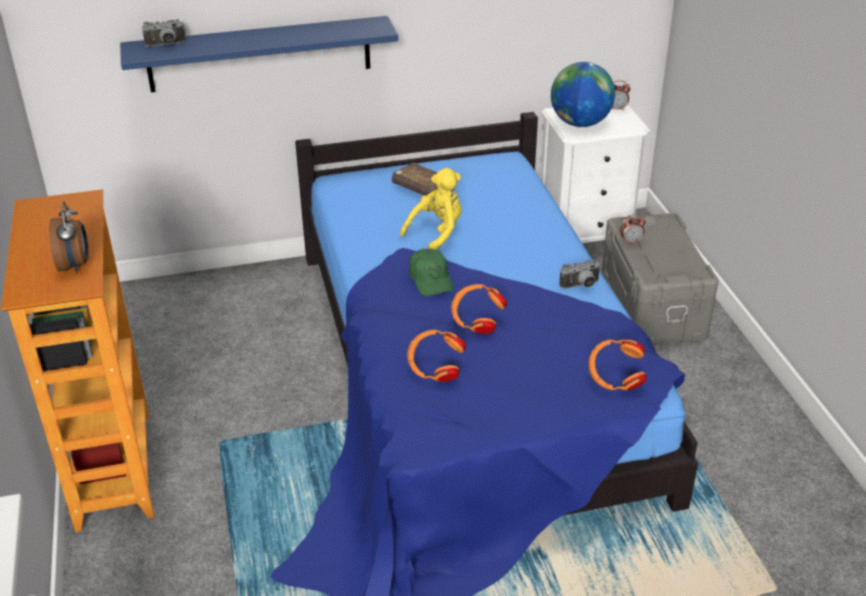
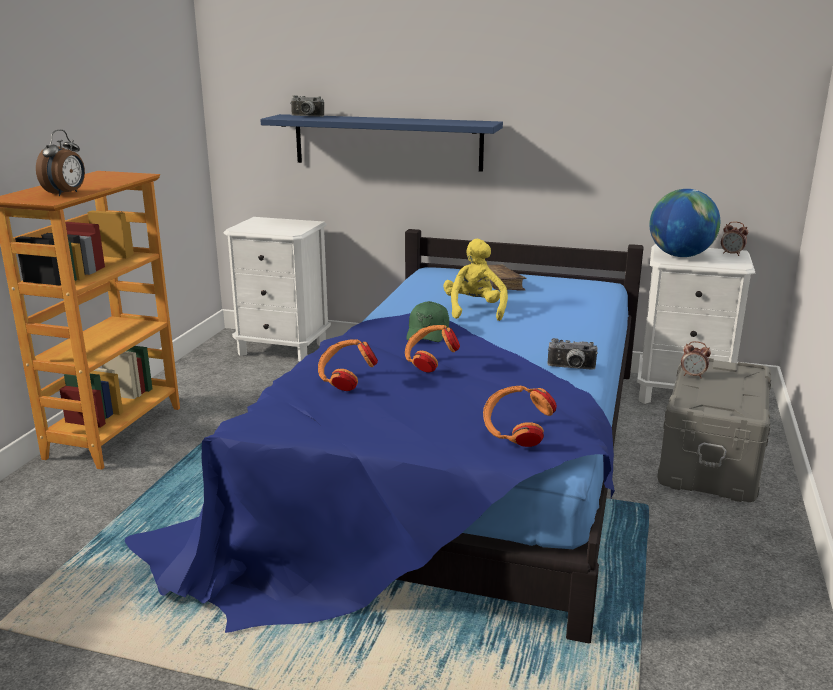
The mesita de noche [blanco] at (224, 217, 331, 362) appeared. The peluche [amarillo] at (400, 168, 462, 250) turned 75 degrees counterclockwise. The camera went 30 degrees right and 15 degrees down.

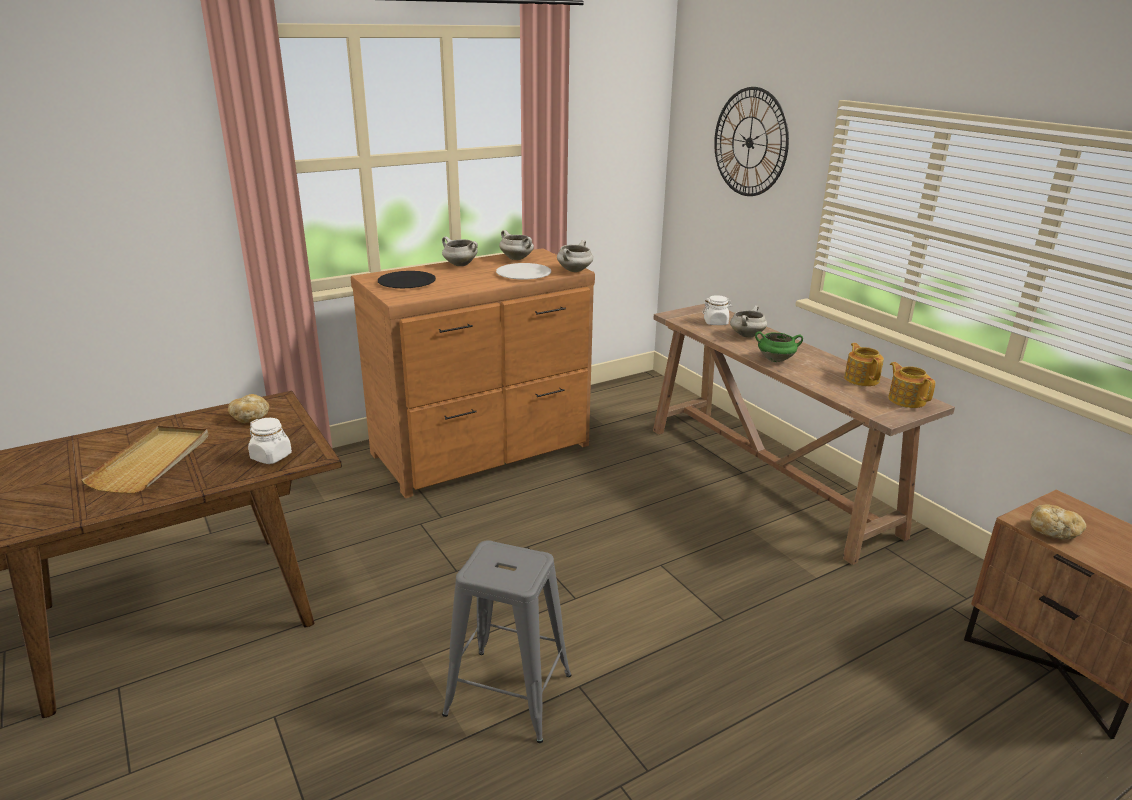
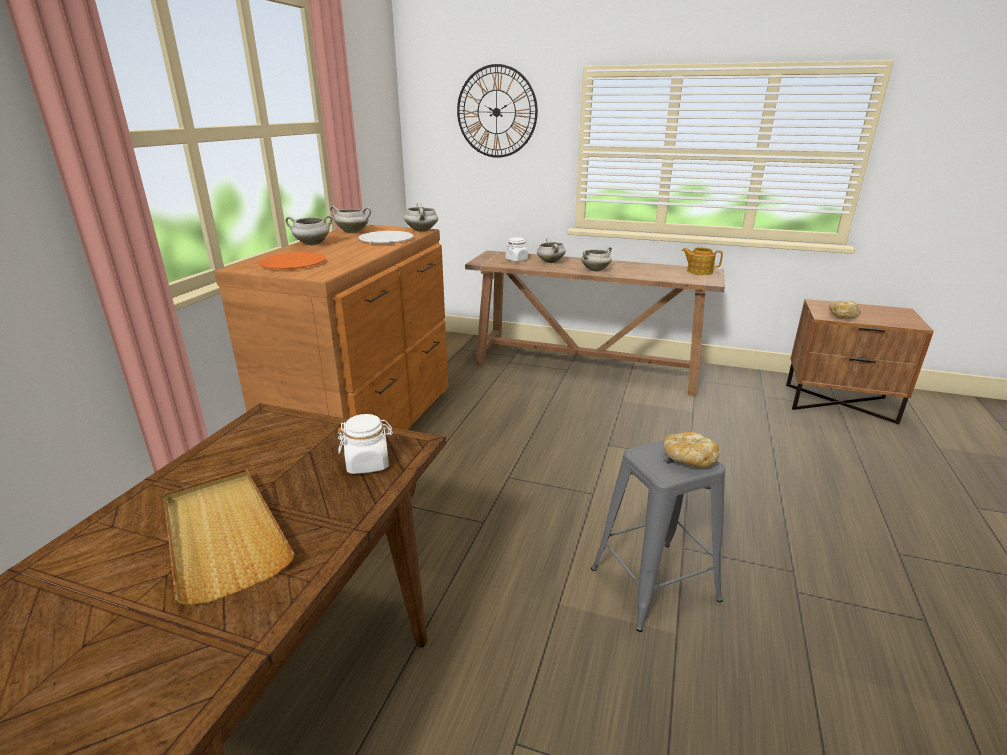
The plato [negro] at (378, 271, 436, 288) became the plato [naranja] at (259, 252, 326, 269). The olla [verde] at (755, 331, 803, 362) became the olla [blanco] at (581, 247, 612, 272). The pan moved from (228, 394, 269, 423) to (663, 432, 720, 468). The tetera at (844, 343, 884, 386) disappeared. The camera went 40 degrees left and 0 degrees up.

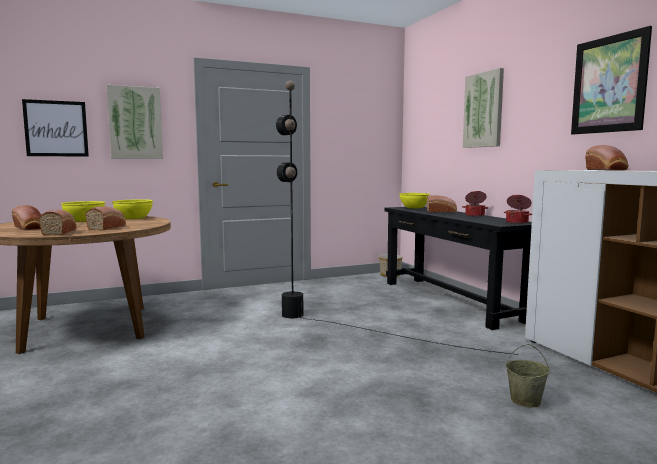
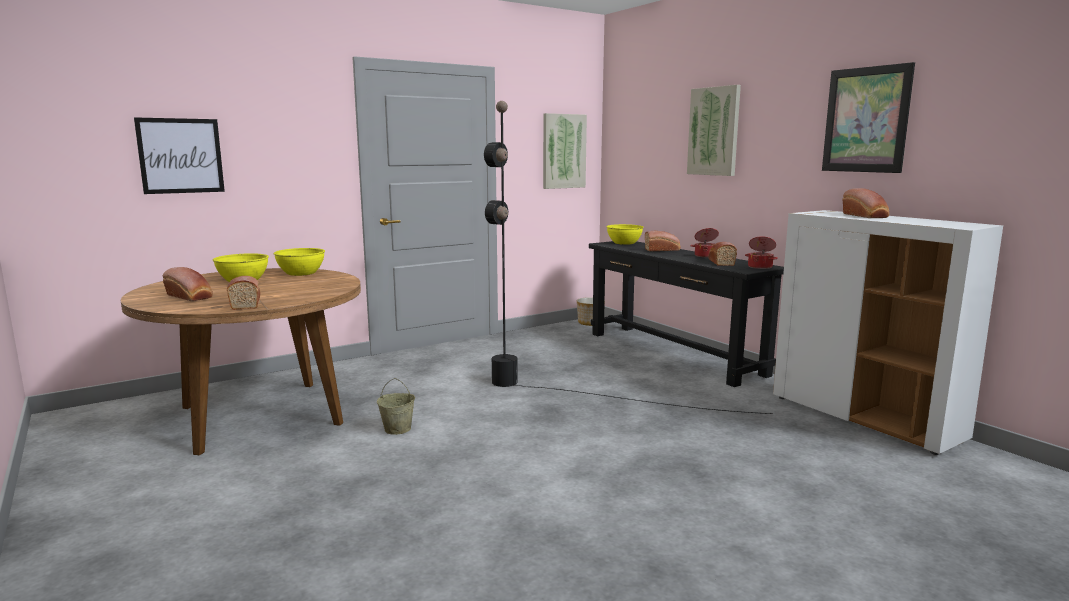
The cubo [beis] moved from (506, 344, 550, 408) to (377, 378, 415, 435). The cuadro moved from (107, 85, 163, 159) to (543, 113, 587, 189). The pan moved from (85, 207, 126, 231) to (708, 242, 737, 266). The camera went 10 degrees left and 5 degrees up.

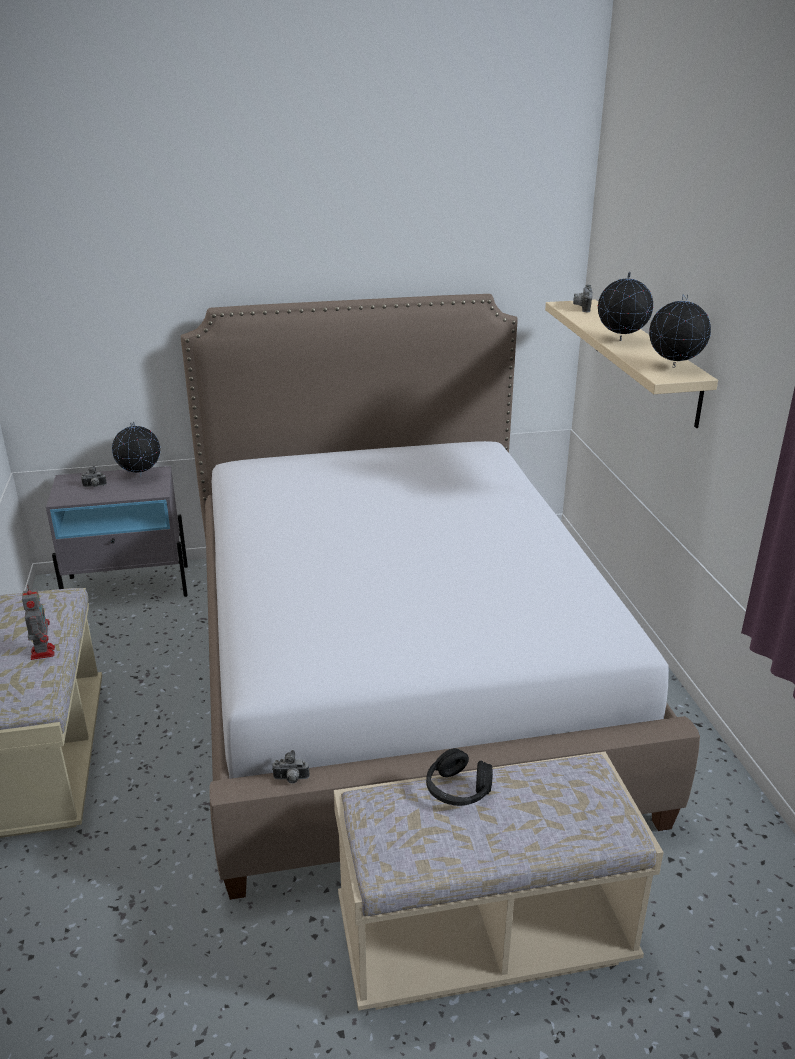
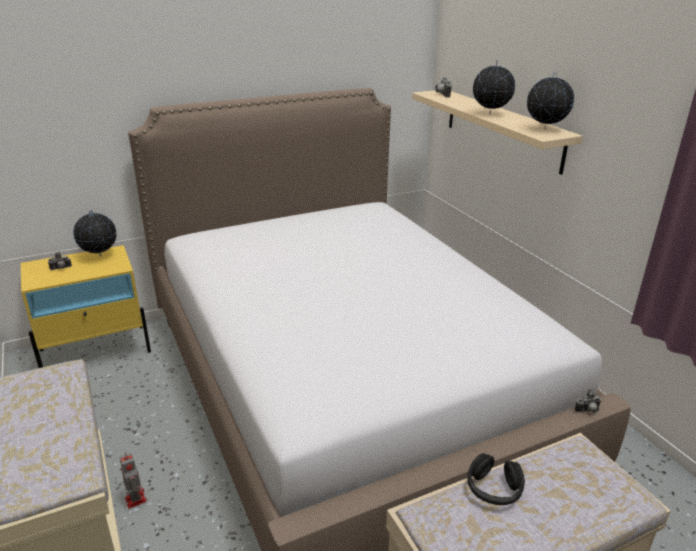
The mesita de noche [gris] at (46, 466, 188, 597) became the mesita de noche [amarillo] at (21, 245, 151, 368). The robot de juguete moved from (22, 585, 55, 660) to (120, 452, 147, 509). The cámara moved from (272, 750, 310, 784) to (574, 389, 601, 413). The camera went 15 degrees left and 0 degrees up.

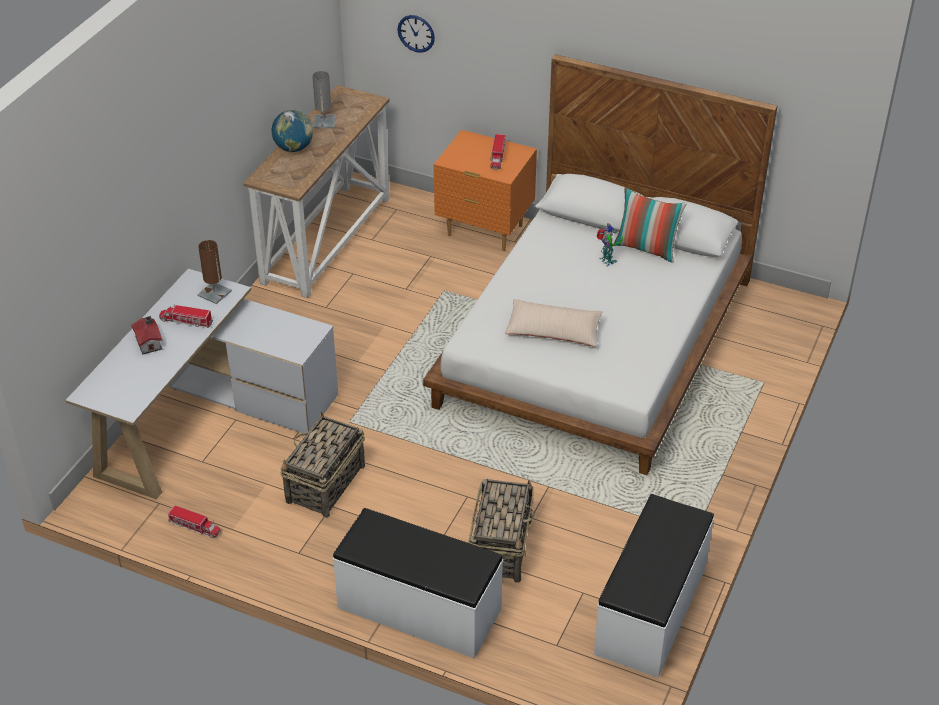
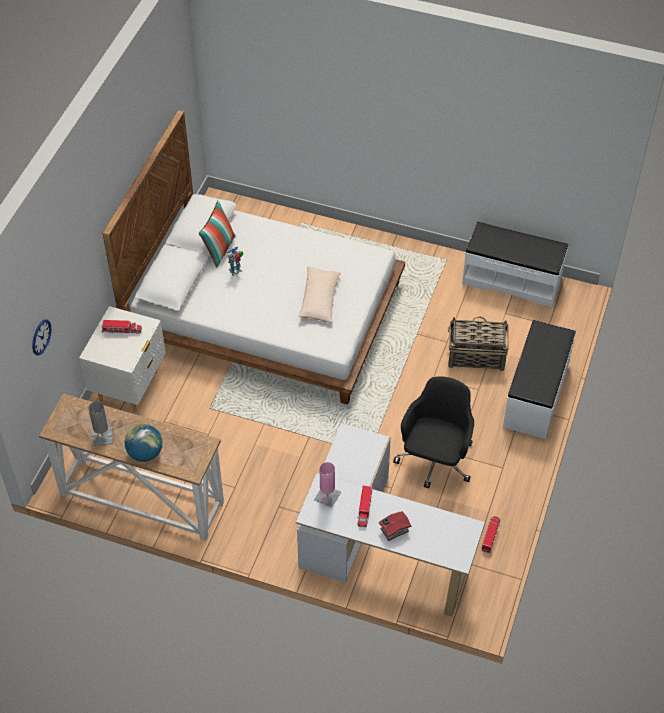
The mesita de noche [naranja] at (434, 130, 537, 251) became the mesita de noche [blanco] at (79, 306, 166, 412). The lámpara de mesa [marrón] at (197, 240, 232, 304) became the lámpara de mesa [rosa] at (314, 462, 341, 508). The cesta at (280, 411, 365, 518) was replaced by the silla de oficina [negro] at (393, 376, 474, 488). The camera went 95 degrees left and 10 degrees up.

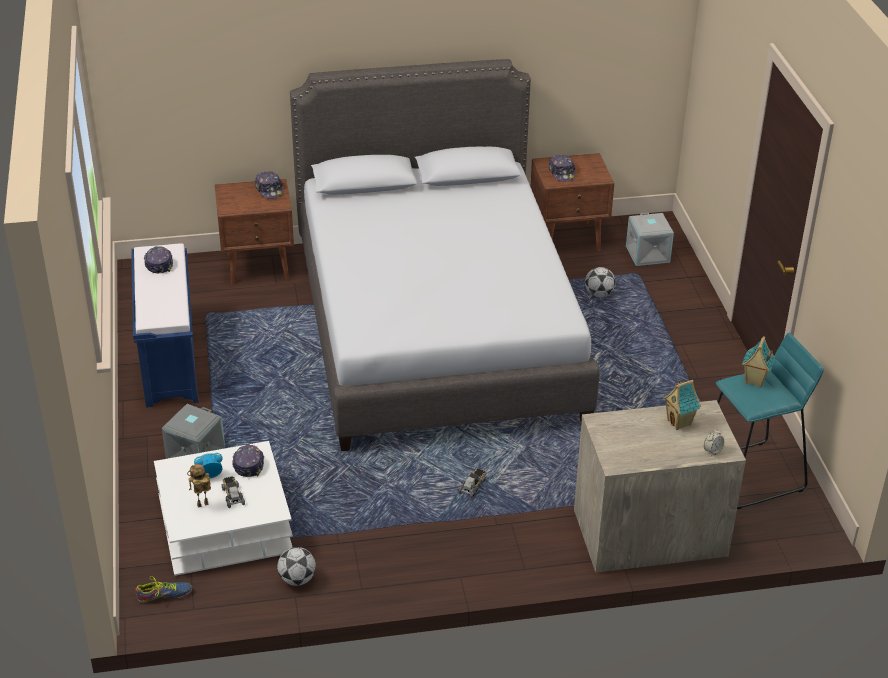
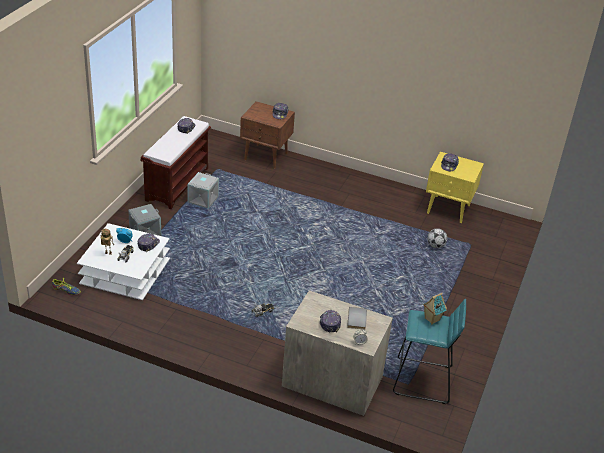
The banco [azul] at (131, 243, 198, 408) became the banco [marrón] at (141, 116, 211, 209). The caja de almacenaje [gris] moved from (626, 213, 674, 266) to (187, 172, 219, 209). The gorra at (320, 310, 341, 333) appeared. The casita at (663, 378, 701, 430) was replaced by the libro [gris] at (347, 307, 367, 330). The mesita de noche [marrón] at (531, 153, 614, 251) became the mesita de noche [amarillo] at (426, 152, 484, 223). The balón de fútbol at (277, 547, 316, 586) disappeared. The cama [gris] at (290, 59, 600, 451) disappeared. The camera went 30 degrees right and 0 degrees up.

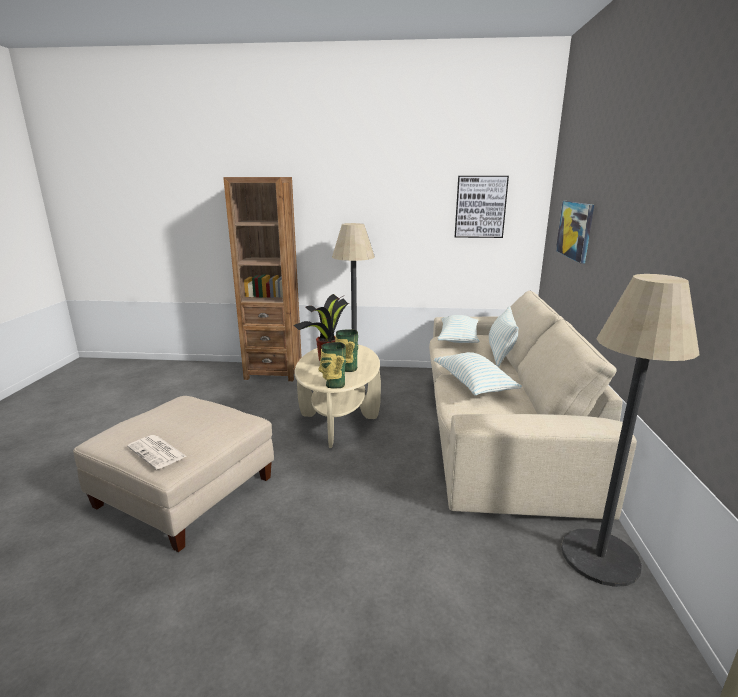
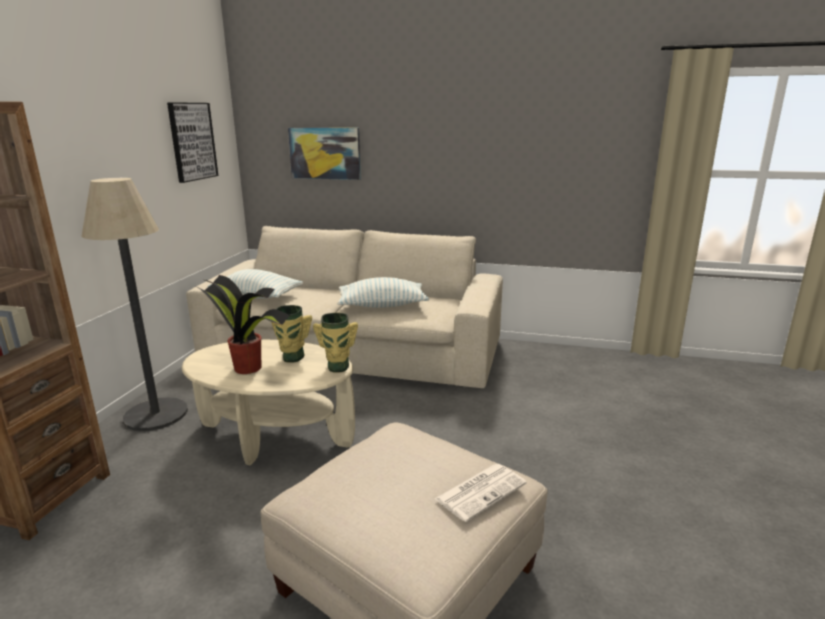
The cojín at (489, 306, 519, 366) disappeared. The lámpara de pie at (561, 274, 700, 587) disappeared. The camera went 80 degrees left and 0 degrees up.

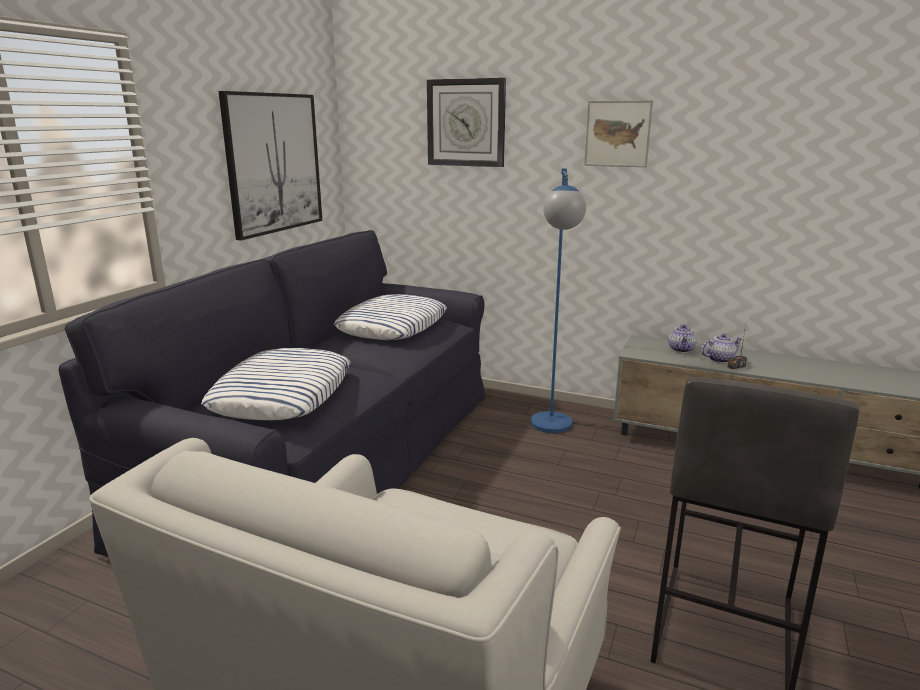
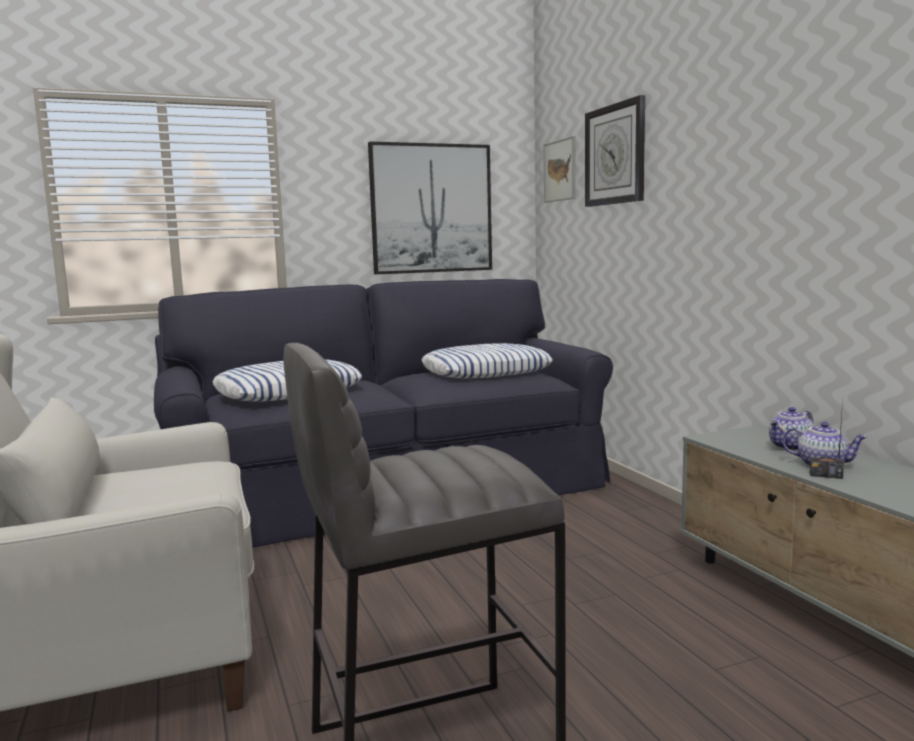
The cuadro moved from (584, 100, 653, 167) to (544, 136, 576, 203). The lámpara de pie [azul] at (531, 168, 586, 433) disappeared. The camera went 45 degrees right and 10 degrees down.

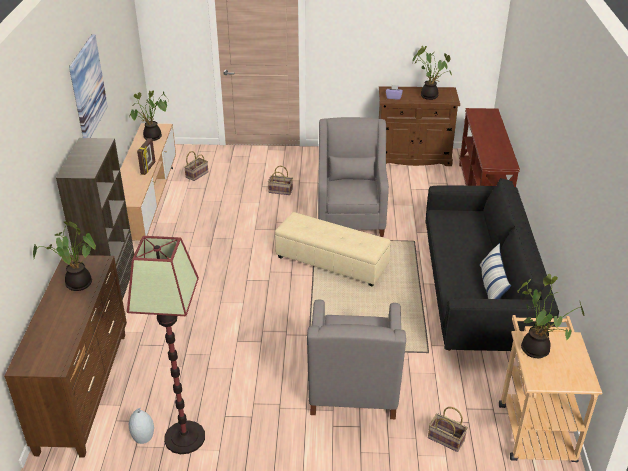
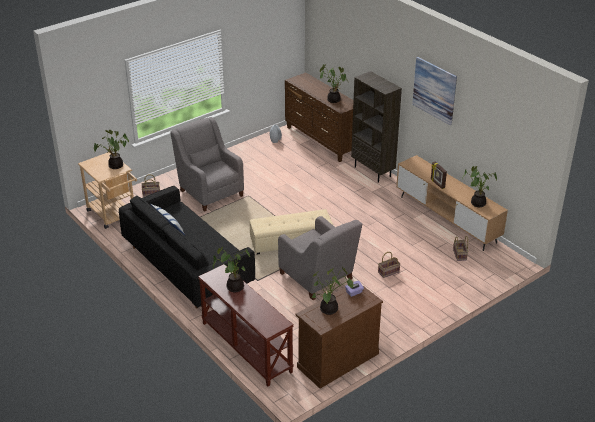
The planta en maceta at (213, 247, 250, 292) appeared. The lámpara de pie at (127, 236, 205, 454) disappeared. The camera went 140 degrees right and 0 degrees up.

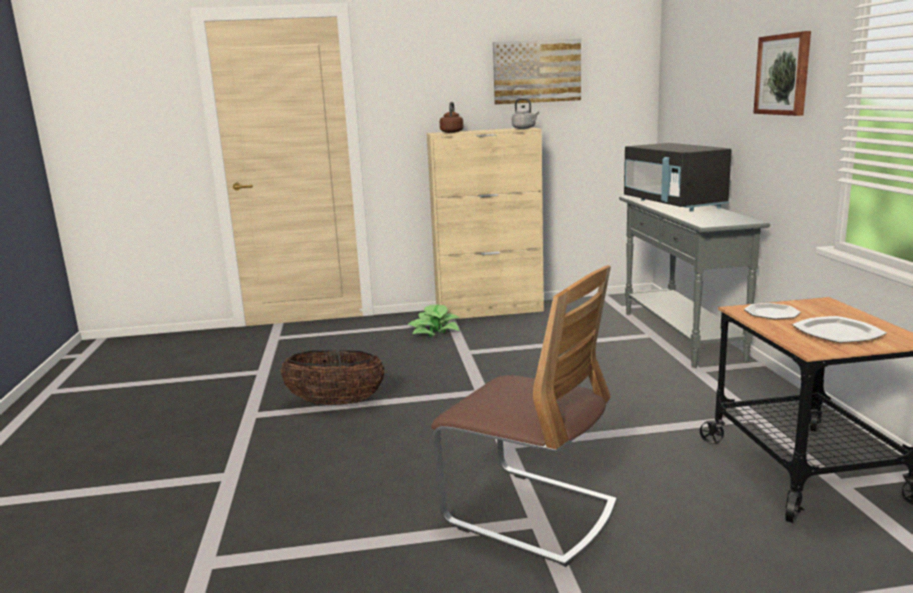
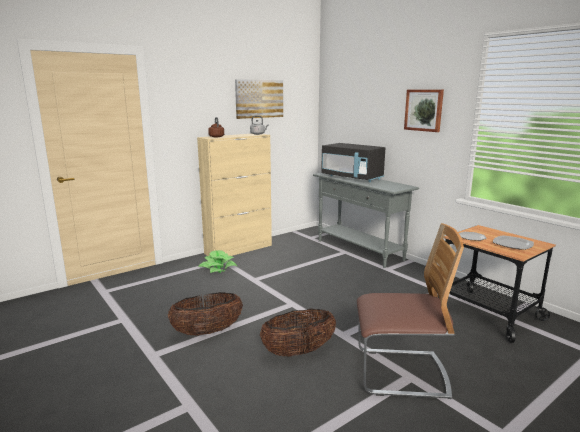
The cesta at (260, 309, 336, 356) appeared. The camera went 30 degrees left and 0 degrees up.

